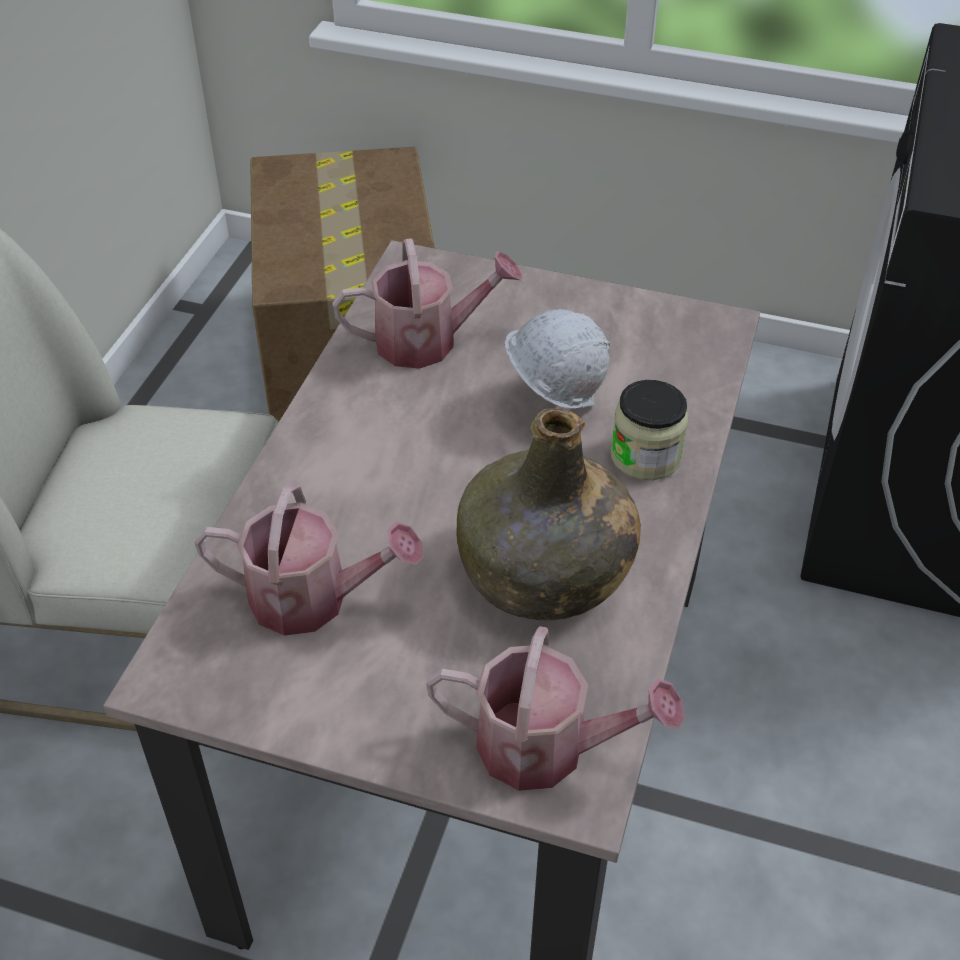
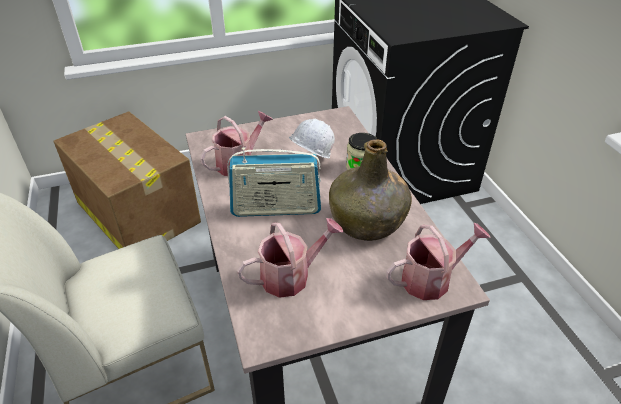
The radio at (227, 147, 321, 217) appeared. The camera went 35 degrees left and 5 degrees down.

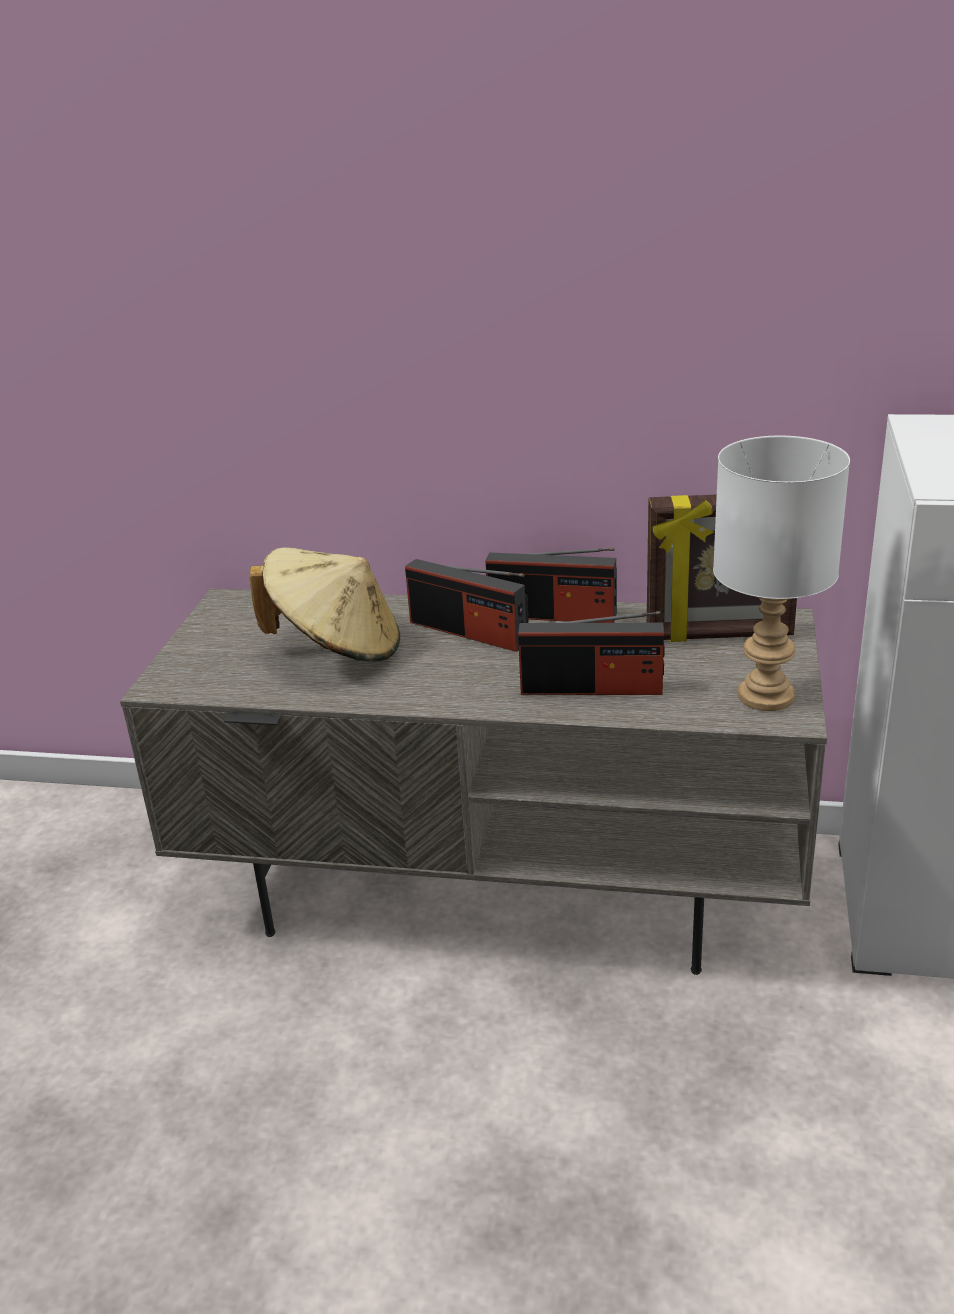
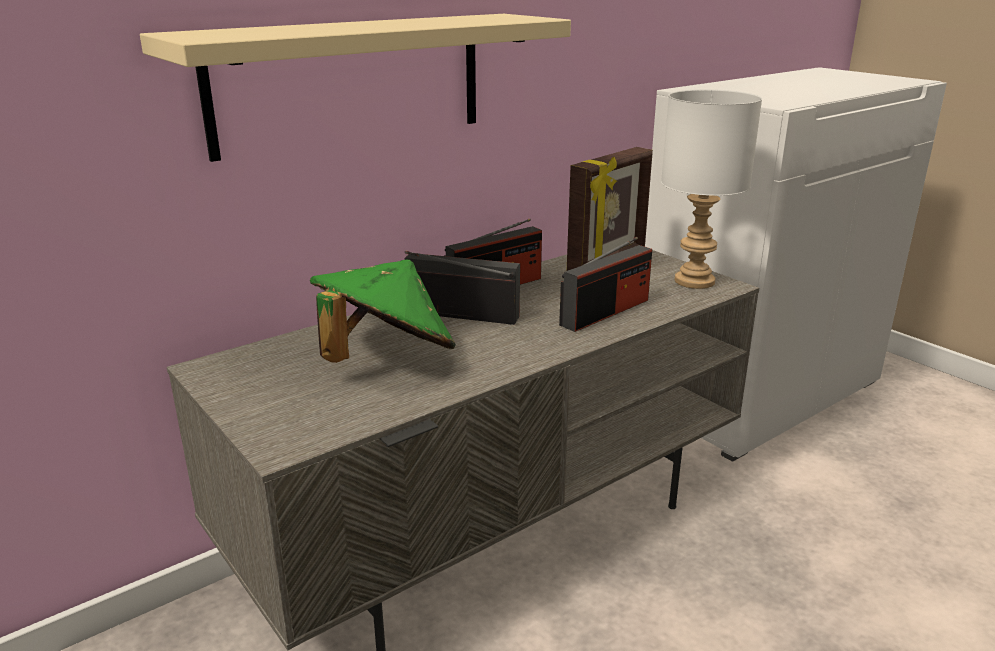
The estante [beis] at (140, 14, 571, 162) appeared. The sombrero [beis] at (249, 547, 400, 661) became the sombrero [verde] at (310, 260, 456, 363). The radio at (405, 559, 529, 652) turned 150 degrees counterclockwise. The camera went 50 degrees left and 5 degrees down.

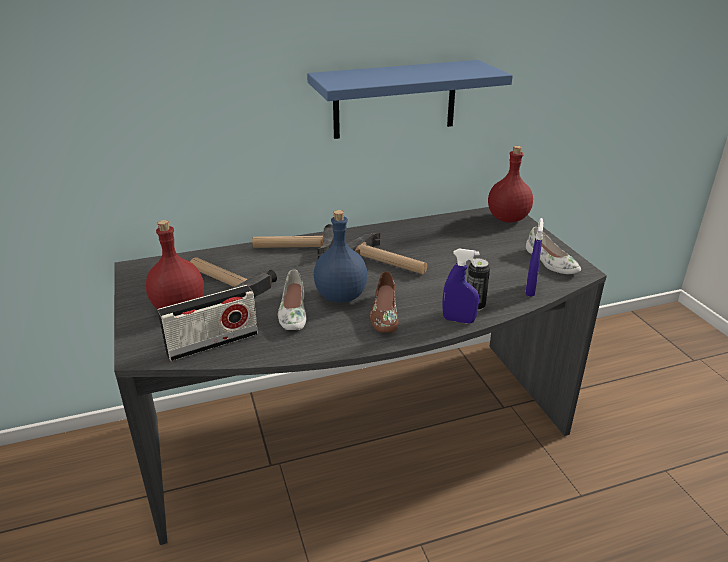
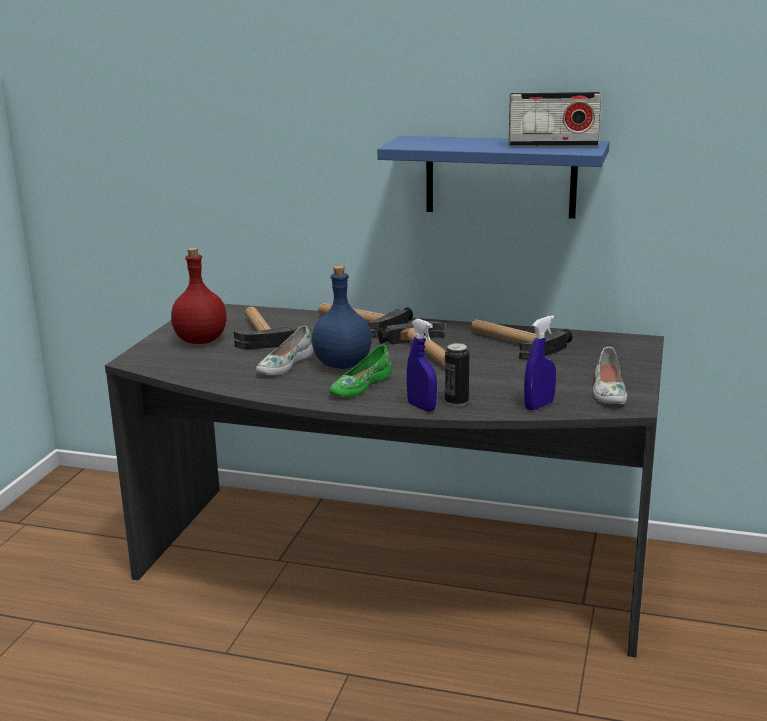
The zapato [marrón] at (370, 271, 399, 333) became the zapato [verde] at (329, 345, 392, 397). The martillo at (471, 319, 572, 359) appeared. The radio moved from (158, 285, 258, 361) to (509, 92, 602, 147). The botella [rojo] at (488, 146, 533, 222) disappeared. The camera went 35 degrees right and 10 degrees down.

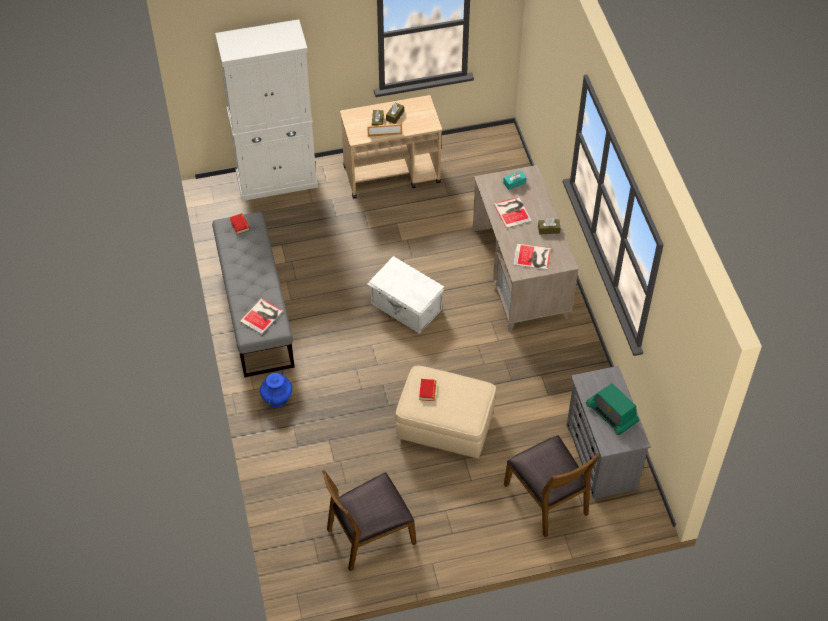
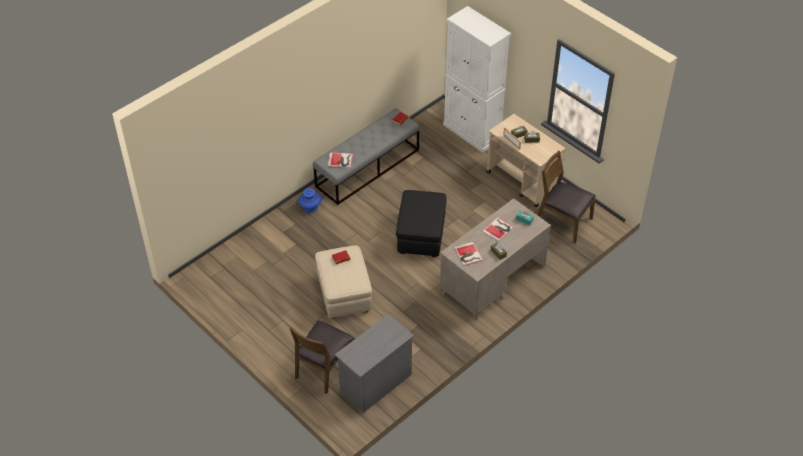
The caja de almacenaje [blanco] at (367, 256, 444, 334) was replaced by the puf [negro] at (396, 190, 446, 257). The silla [marrón] moved from (322, 470, 416, 571) to (538, 151, 596, 243). The radio at (586, 383, 639, 435) disappeared. The camera went 60 degrees right and 5 degrees down.

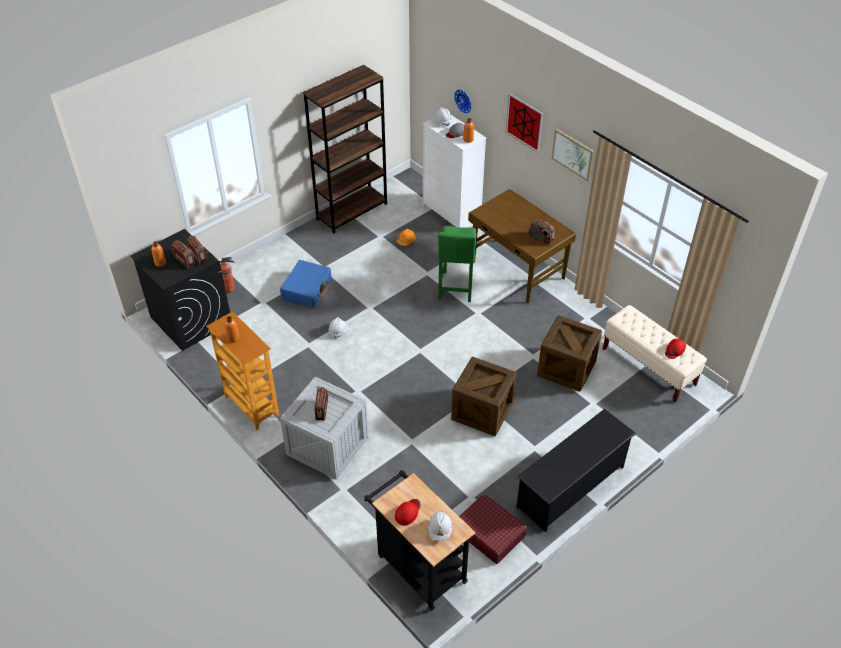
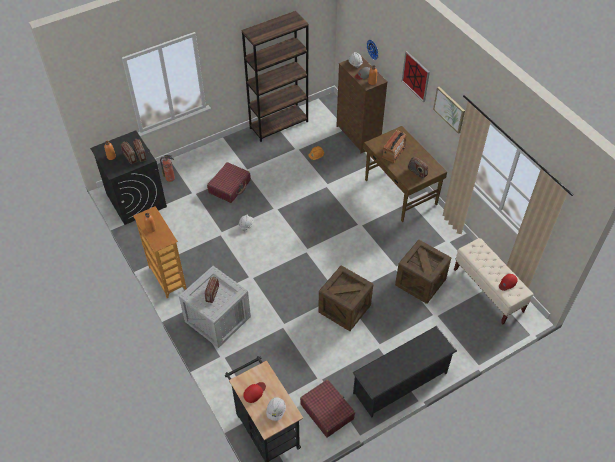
The maleta [azul] at (280, 260, 331, 308) became the maleta [rojo] at (207, 162, 251, 203). The cómoda [blanco] at (423, 114, 486, 228) became the cómoda [marrón] at (336, 56, 388, 153). The radio at (382, 130, 406, 163) appeared. The taburete [verde] at (438, 226, 476, 302) disappeared. The camera went 10 degrees right and 5 degrees up.

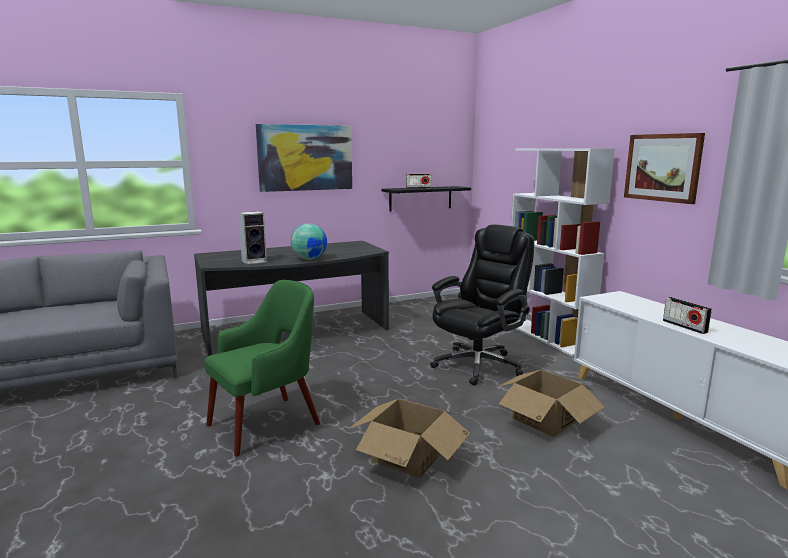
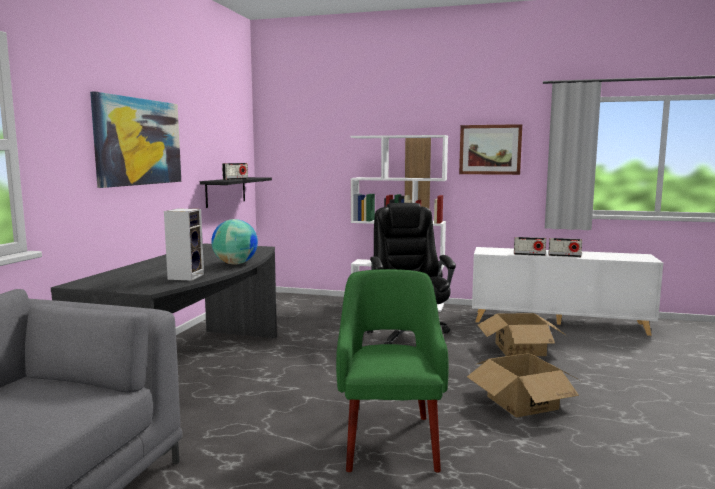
The radio at (514, 237, 546, 256) appeared. The camera went 50 degrees left and 5 degrees down.

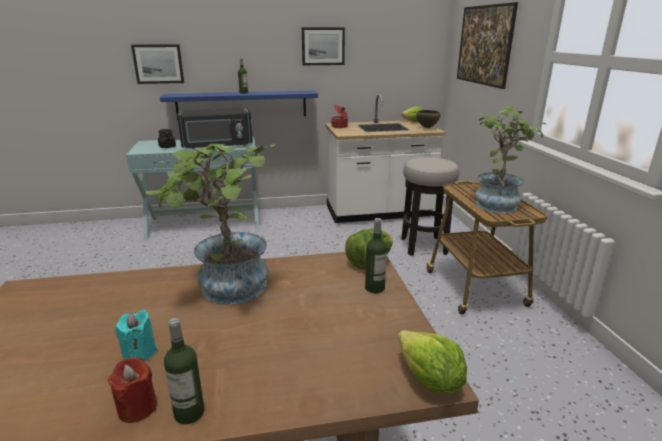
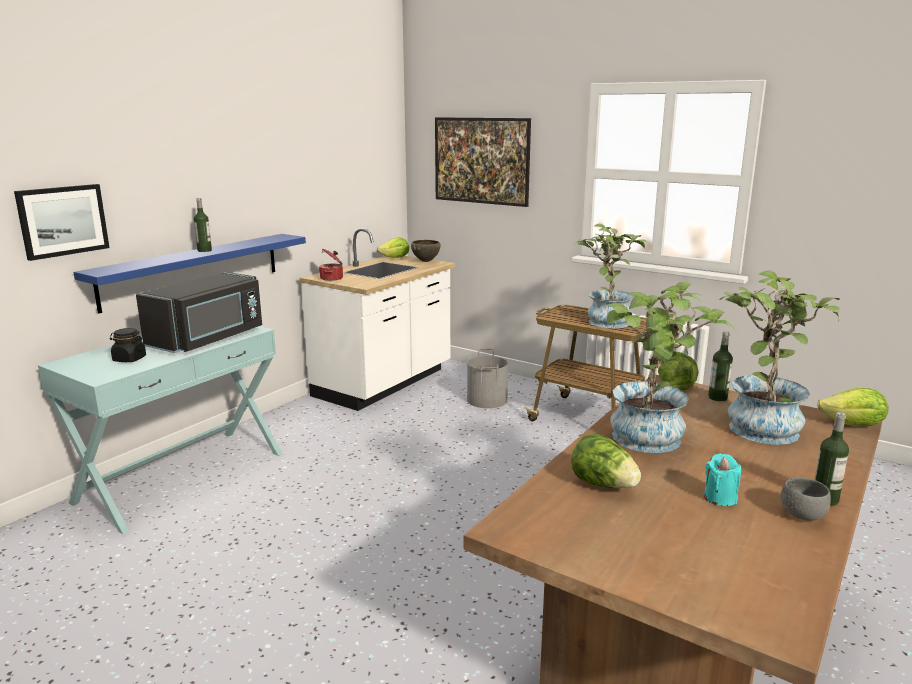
The taburete at (401, 157, 460, 256) was replaced by the cubo [gris] at (467, 348, 508, 408). The lechuga at (571, 433, 641, 488) appeared. The planta en maceta at (719, 270, 840, 445) appeared. The vela [rojo] at (108, 357, 157, 423) was replaced by the cuenco [gris] at (781, 478, 831, 521). The cuadro at (302, 28, 345, 65) disappeared. The camera went 45 degrees left and 5 degrees down.

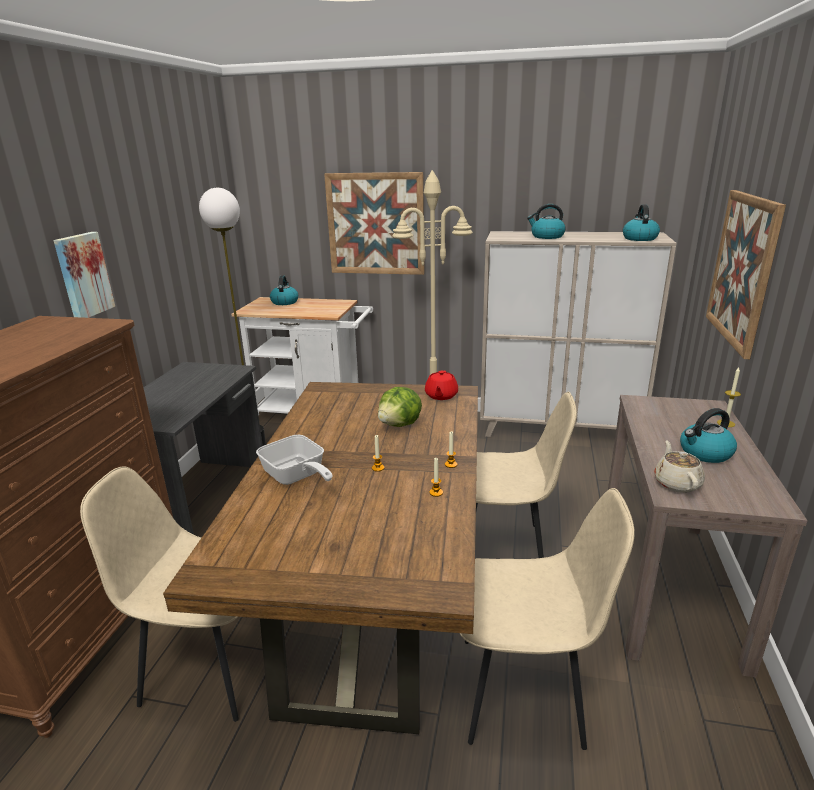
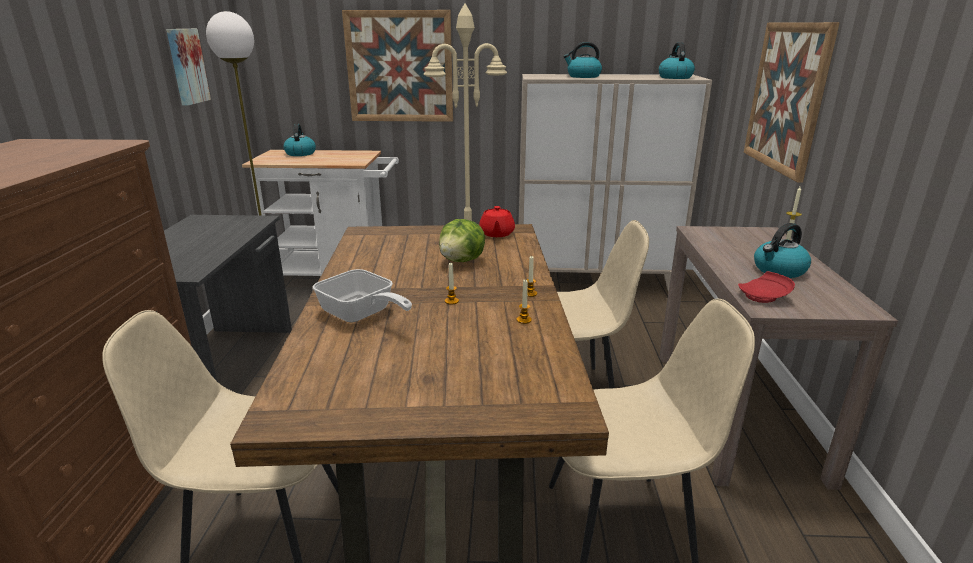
The cuadro moved from (53, 232, 115, 318) to (166, 29, 211, 105). The tetera [beis] at (654, 440, 705, 493) was replaced by the plato [rojo] at (738, 271, 795, 303). The camera went 10 degrees left and 0 degrees up.

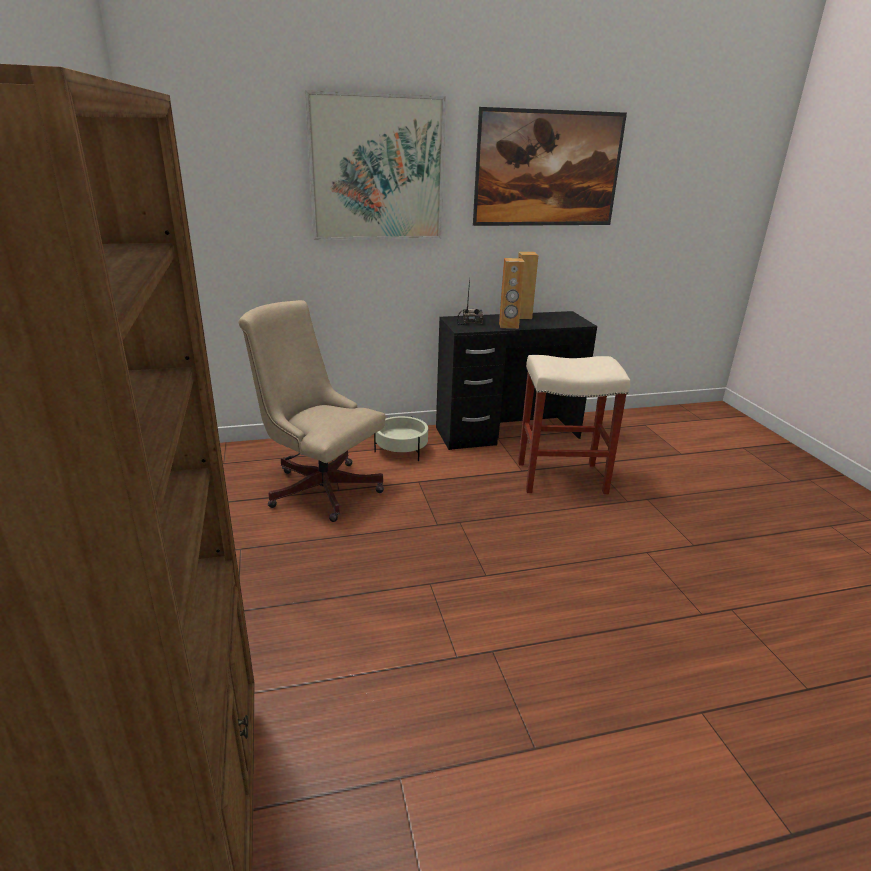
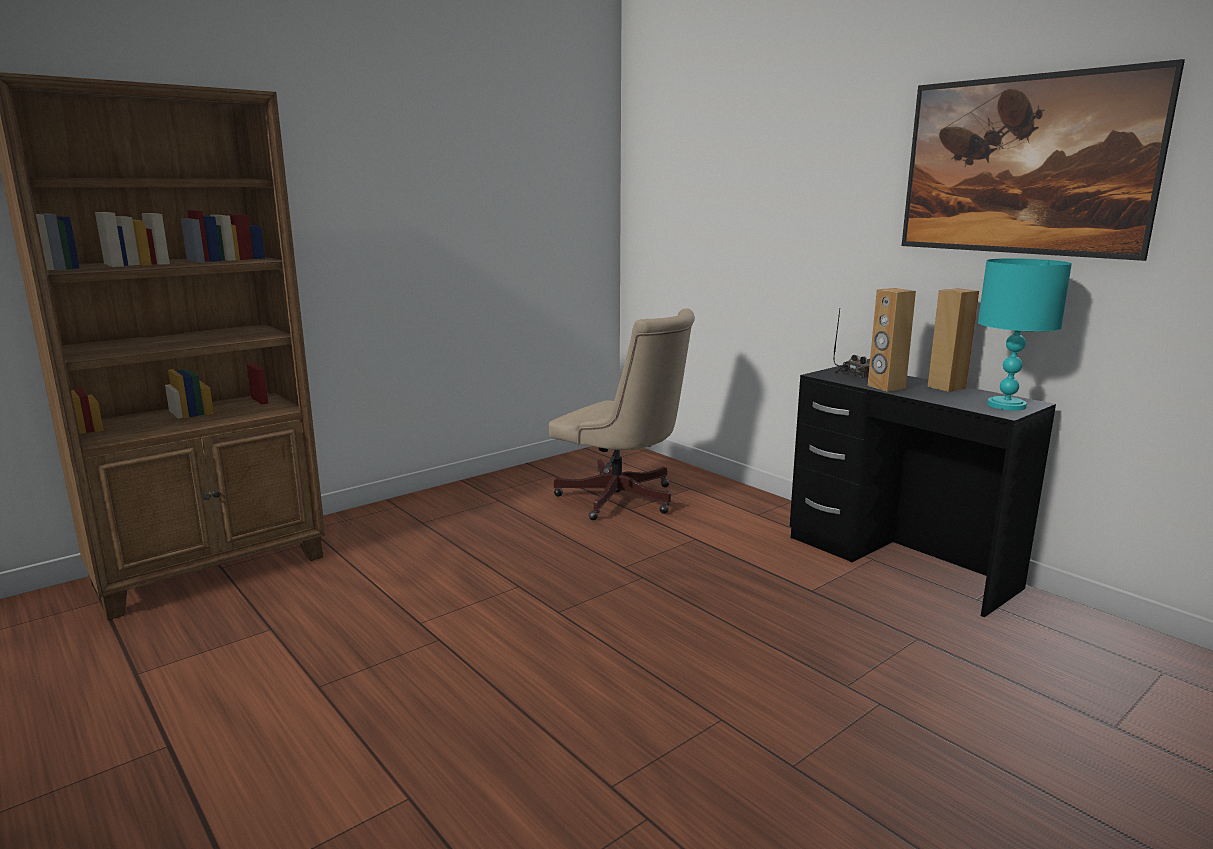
The silla de oficina [beis] at (238, 300, 385, 522) turned 120 degrees clockwise. The lámpara de mesa [turquesa] at (978, 258, 1072, 411) appeared. The cuadro at (305, 90, 446, 240) disappeared. The maceta [beis] at (374, 416, 428, 461) disappeared. The taburete [beis] at (518, 355, 630, 494) disappeared. The camera went 65 degrees right and 10 degrees down.

